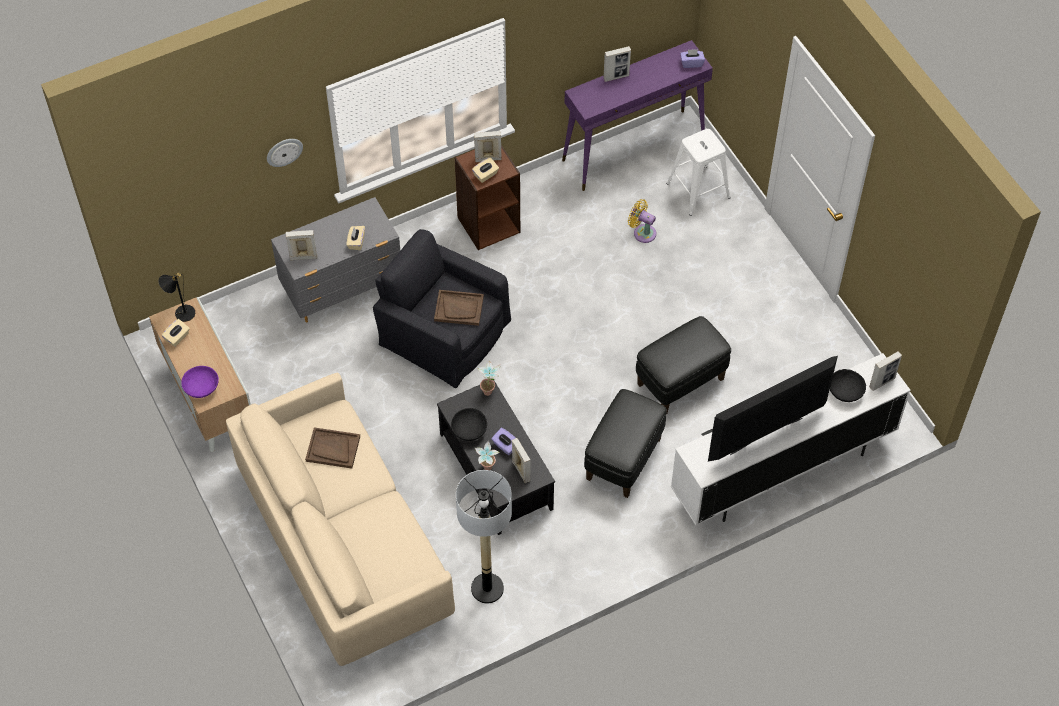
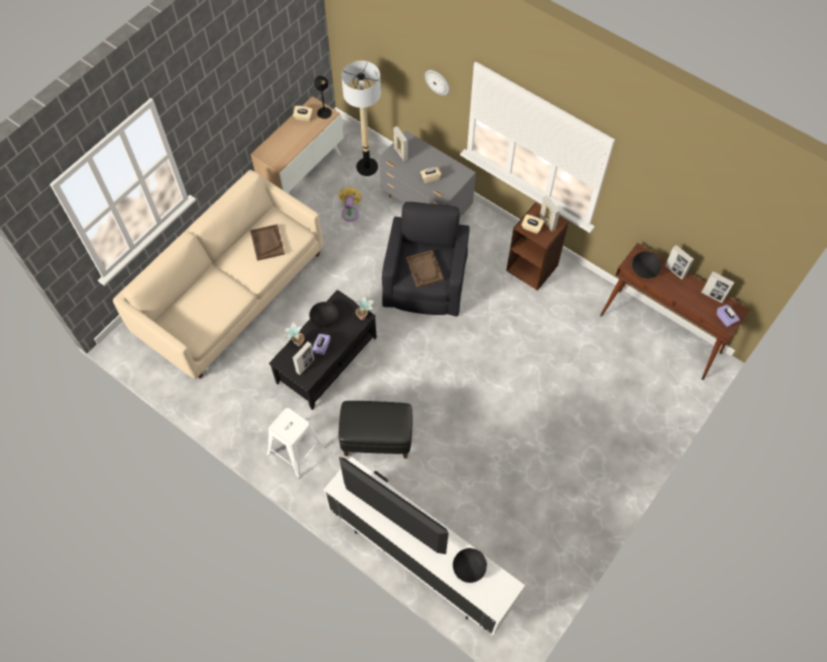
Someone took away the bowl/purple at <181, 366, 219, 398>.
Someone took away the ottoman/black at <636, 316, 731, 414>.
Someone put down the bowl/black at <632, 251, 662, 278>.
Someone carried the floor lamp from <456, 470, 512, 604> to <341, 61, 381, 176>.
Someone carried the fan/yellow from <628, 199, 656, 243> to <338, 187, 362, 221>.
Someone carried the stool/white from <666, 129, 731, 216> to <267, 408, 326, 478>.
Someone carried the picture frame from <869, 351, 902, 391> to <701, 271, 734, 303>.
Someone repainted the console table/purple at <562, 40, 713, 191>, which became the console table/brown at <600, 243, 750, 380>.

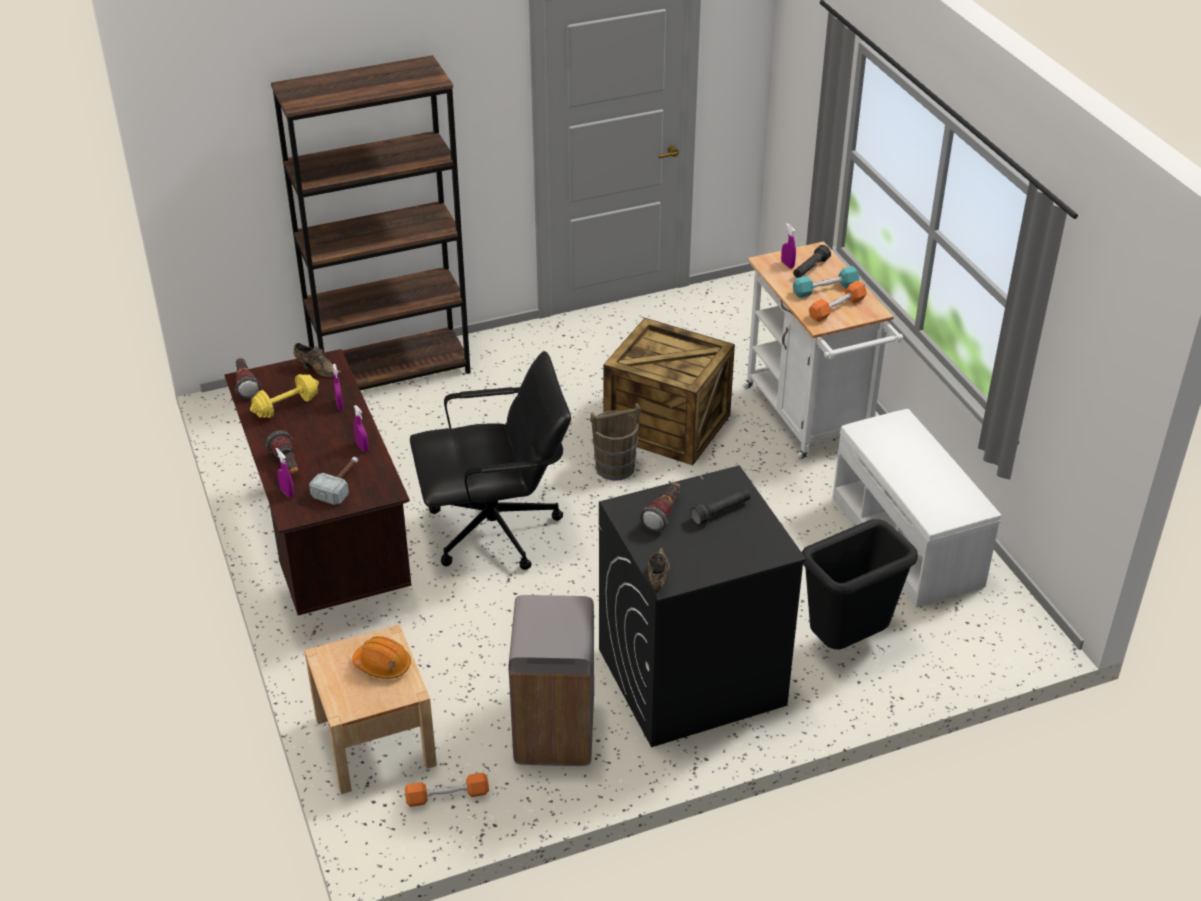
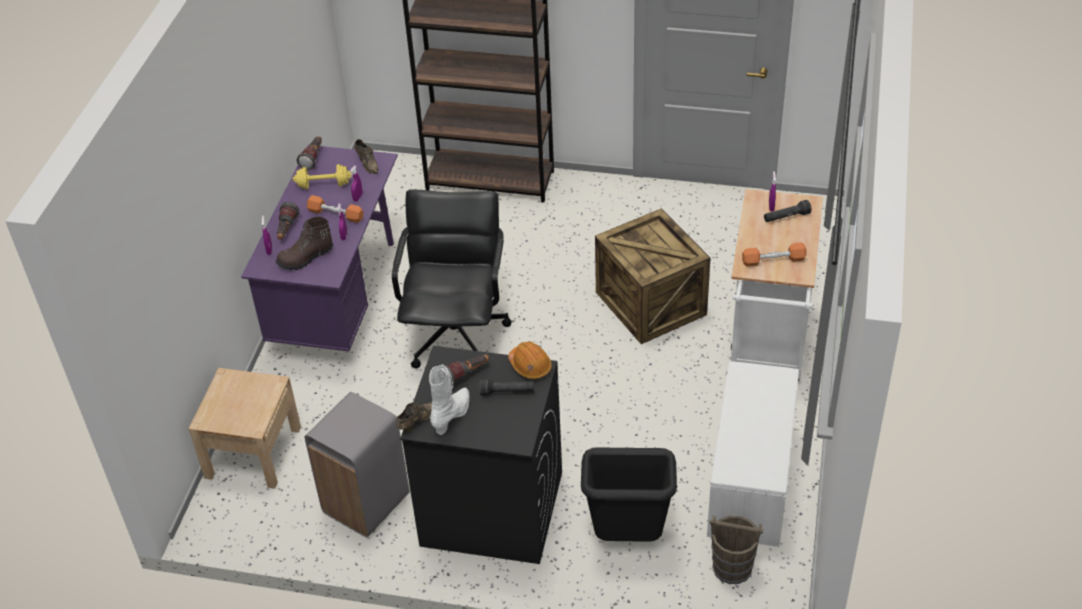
Someone took away the dumbbell/turquoise at <793, 266, 859, 298>.
Someone put down the boot/white at <429, 364, 469, 435>.
Someone carried the hard hat/orange from <352, 636, 411, 679> to <508, 341, 552, 379>.
Someone carried the dumbbell/orange from <405, 773, 489, 807> to <307, 195, 364, 223>.
Someone carried the bucket/brown from <590, 403, 641, 481> to <710, 515, 763, 584>.
Someone swapped the hammer at <309, 457, 358, 505> for the boot/brown at <276, 217, 333, 271>.
Someone repainted the desk/brown at <224, 349, 412, 615>, which became the desk/purple at <241, 145, 398, 352>.
Someone rotated the office chair/black at <410, 351, 571, 570> by 105 degrees counterclockwise.

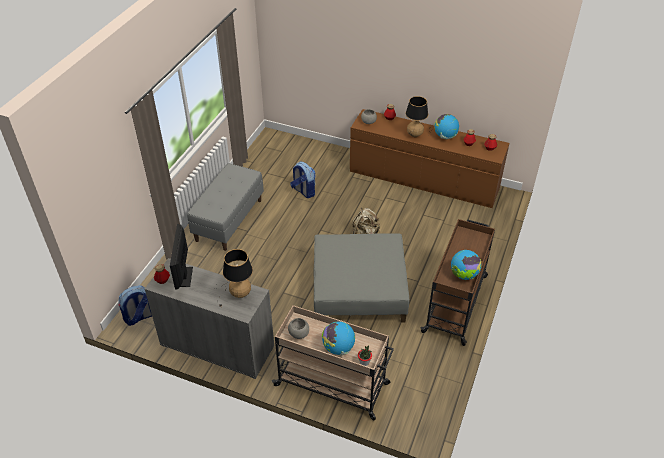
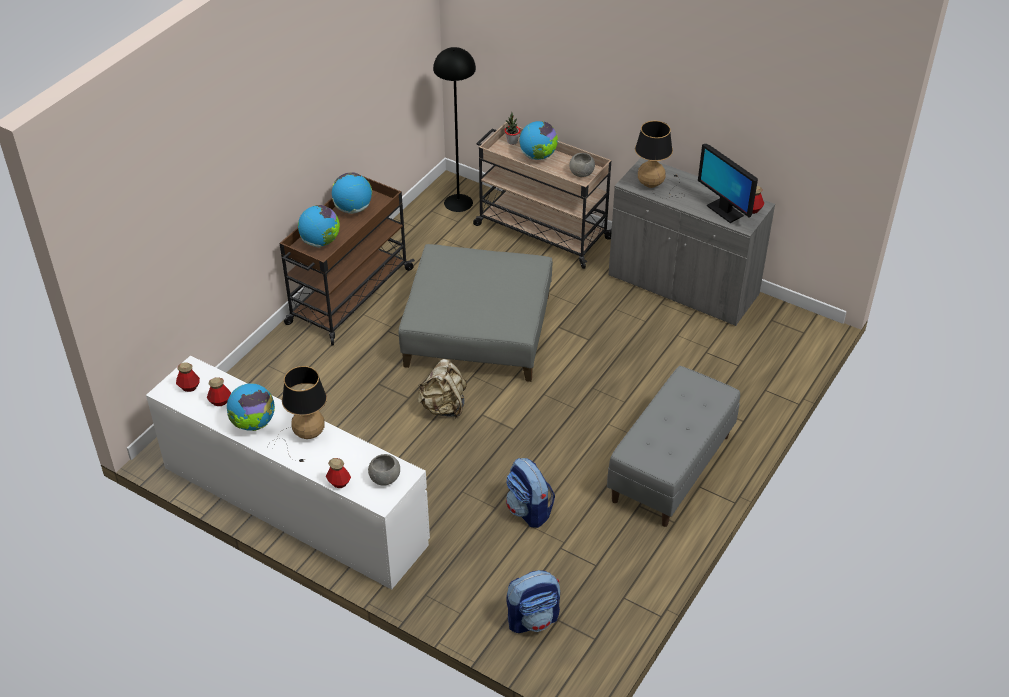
Someone put down the globe at <298, 205, 340, 248>.
Someone put down the floor lamp/black at <433, 47, 476, 212>.
Someone carried the backpack from <118, 285, 152, 326> to <506, 570, 560, 633>.
Someone repainted the dresser/brown at <350, 109, 509, 208>, which became the dresser/white at <146, 355, 430, 590>.
Someone rotated the monitor at <170, 224, 193, 289> by 135 degrees clockwise.

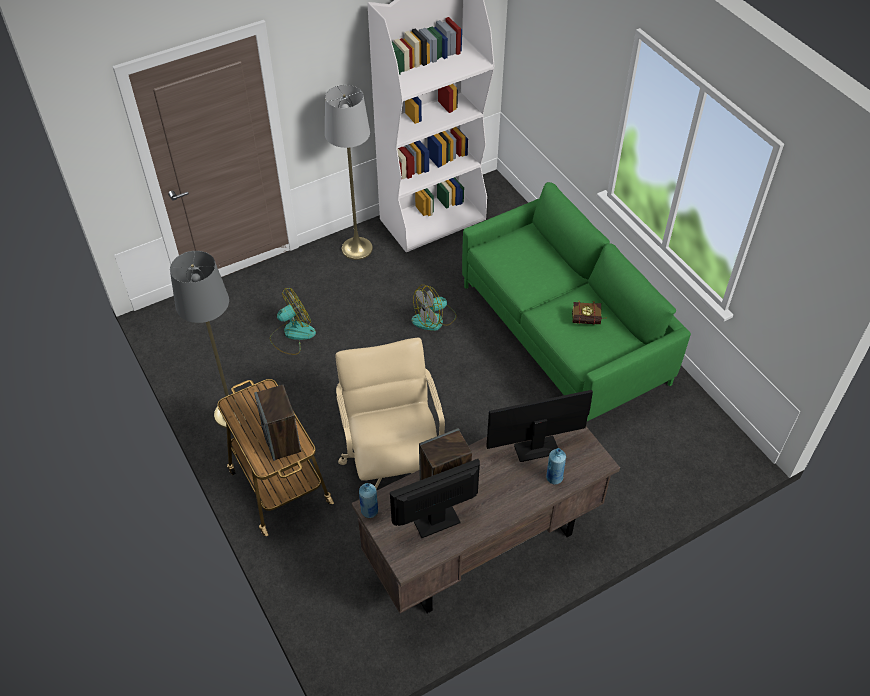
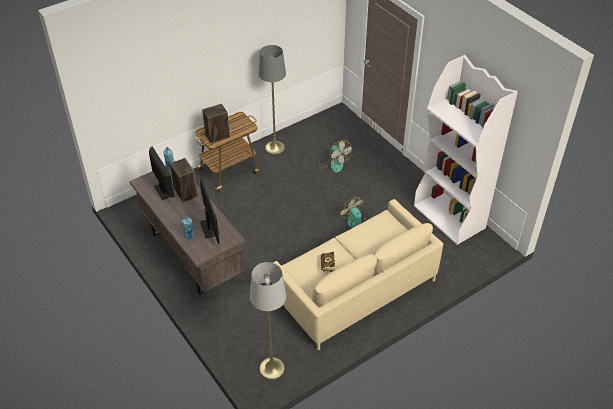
Someone took away the office chair/beige at <336, 337, 445, 490>.
Someone carried the floor lamp/grey from <325, 85, 373, 260> to <250, 262, 286, 380>.
Someone repainted the sofa/green at <462, 182, 691, 421>, which became the sofa/beige at <272, 199, 443, 350>.

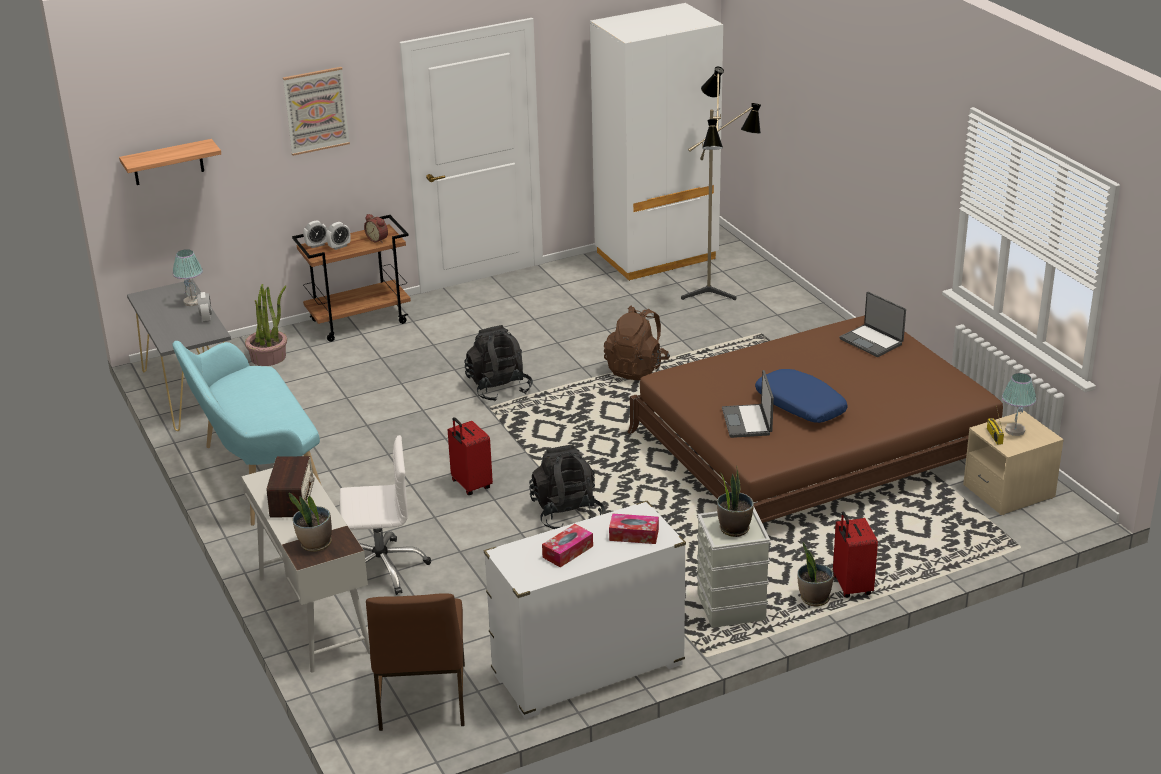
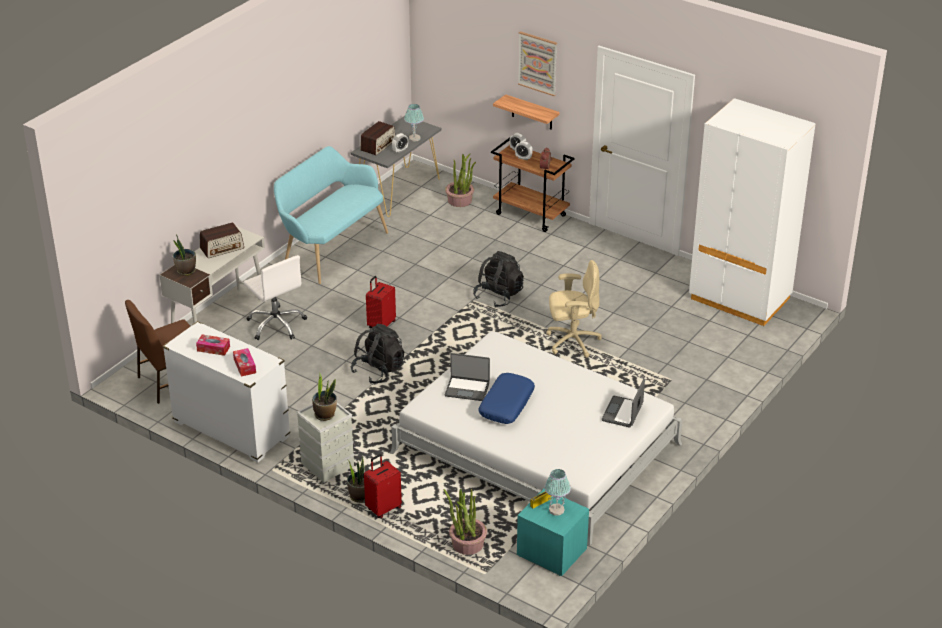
Someone took away the floor lamp at <681, 67, 761, 300>.
Someone put down the radio at <360, 121, 395, 155>.
Someone put down the potted plant at <444, 489, 487, 555>.
Someone carried the shelf from <119, 139, 221, 185> to <493, 94, 560, 130>.
Someone swapped the backpack/brown at <604, 306, 670, 380> for the office chair/beige at <546, 260, 602, 358>.
Someone repainted the bed/brown at <628, 316, 1003, 523>, which became the bed/white at <390, 331, 682, 546>.
Someone repainted the nightstand/beige at <963, 411, 1064, 515>, which became the nightstand/turquoise at <517, 489, 589, 576>.
Someone rotated the laptop at <722, 370, 774, 438> by 135 degrees counterclockwise.

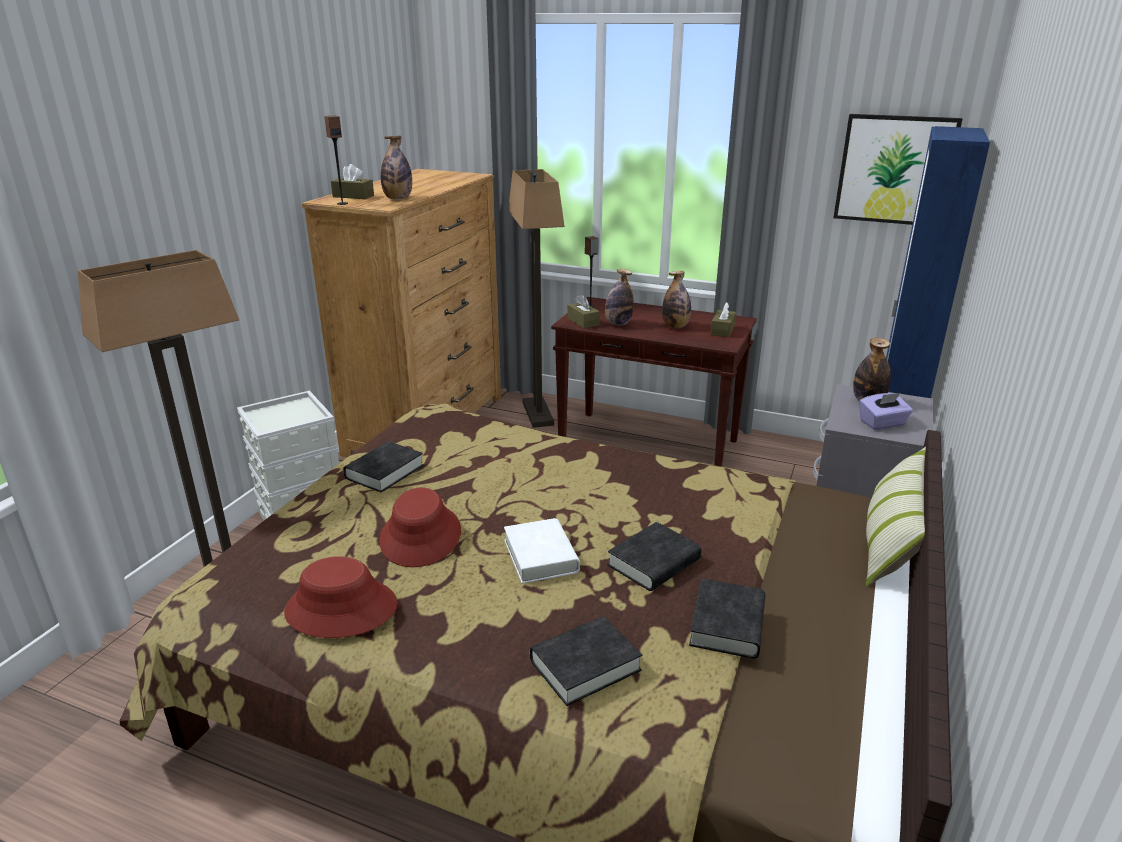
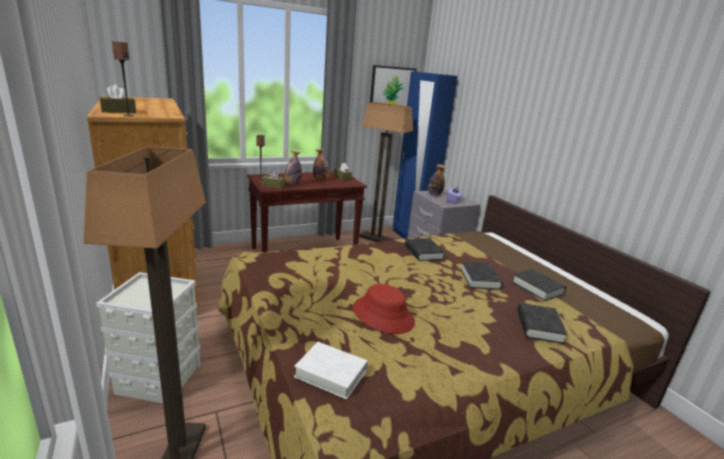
Someone took away the hat/red at <284, 556, 397, 638>.
Someone took away the bottle at <381, 136, 412, 199>.
Someone took away the pillow at <866, 447, 926, 587>.
Someone carried the book/black from <343, 441, 424, 493> to <405, 238, 445, 261>.
Someone carried the book/white from <504, 518, 580, 584> to <294, 342, 368, 399>.
Someone carried the floor lamp from <508, 169, 565, 428> to <359, 102, 413, 242>.

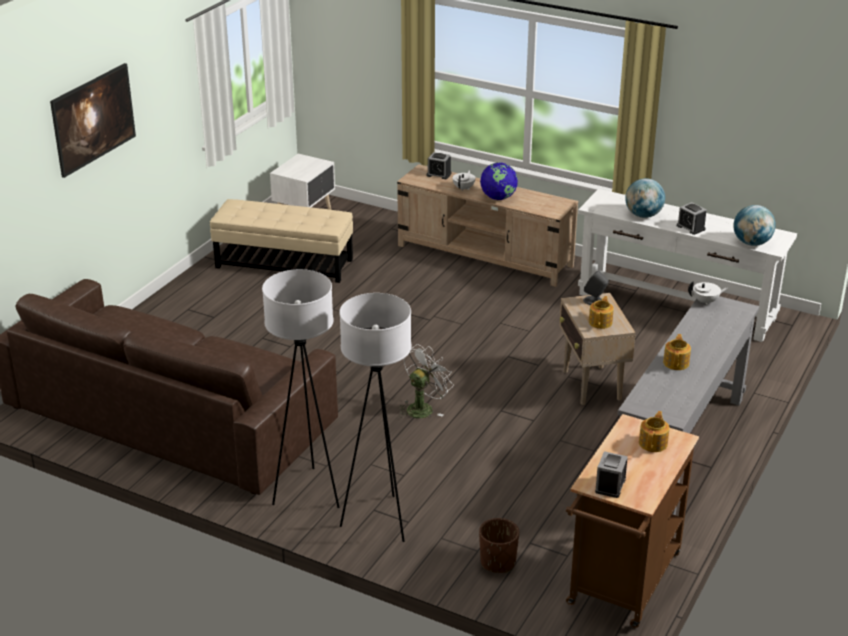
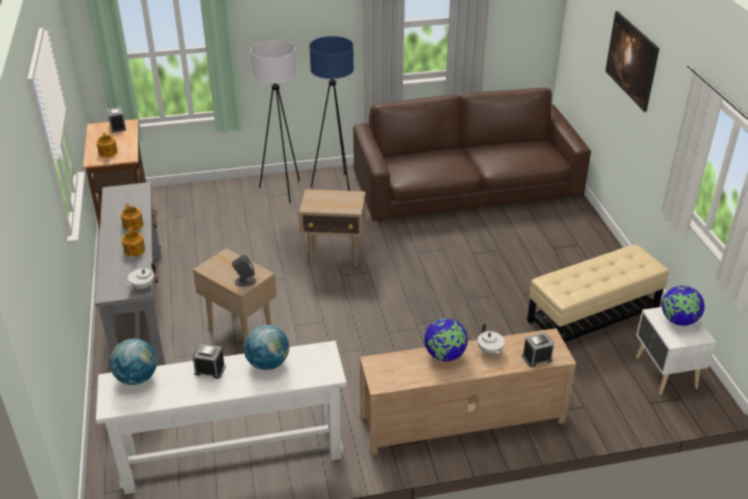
Someone took away the planter/brown at <479, 518, 519, 573>.
Someone put down the globe at <662, 285, 704, 326>.
Someone carried the teapot from <589, 296, 614, 329> to <122, 227, 145, 257>.
Someone swapped the fan/white at <399, 344, 454, 418> for the side table/beige at <299, 189, 366, 266>.
Someone repainted the floor lamp/white at <262, 269, 339, 508>, which became the floor lamp/blue at <309, 36, 354, 191>.

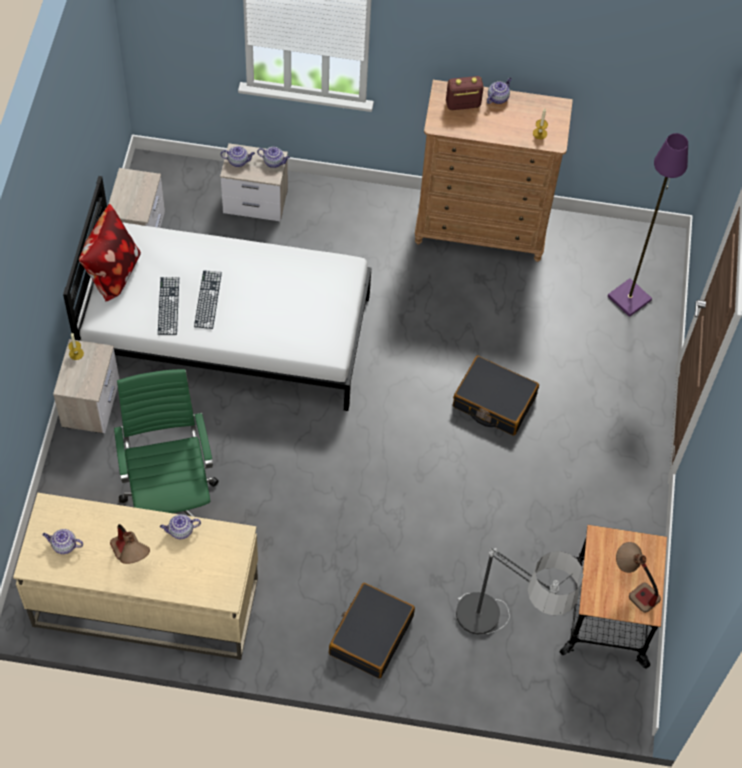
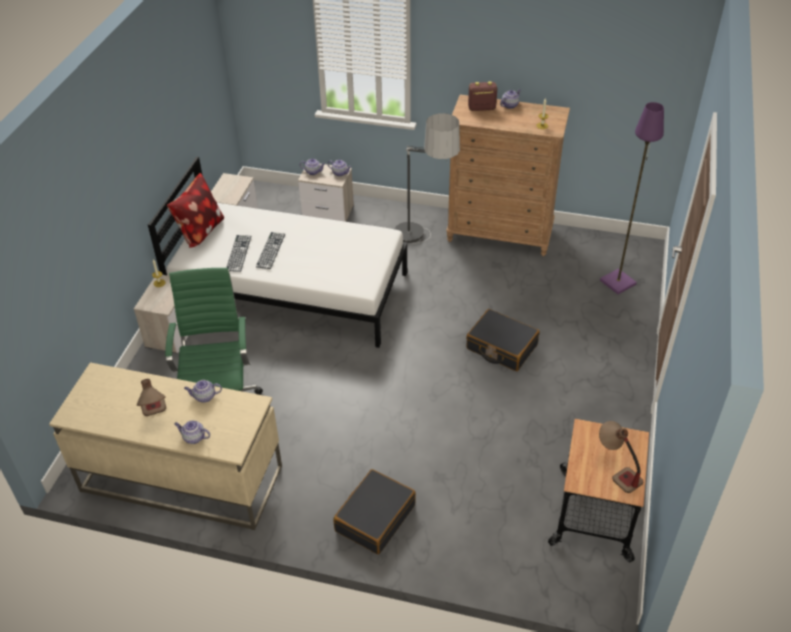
Someone carried the teapot from <42, 529, 83, 554> to <174, 420, 210, 444>.
Someone carried the floor lamp from <456, 547, 583, 635> to <395, 113, 460, 244>.

